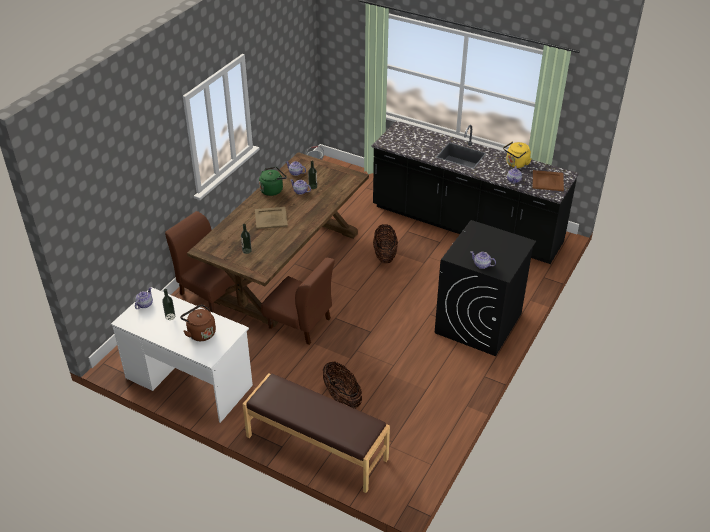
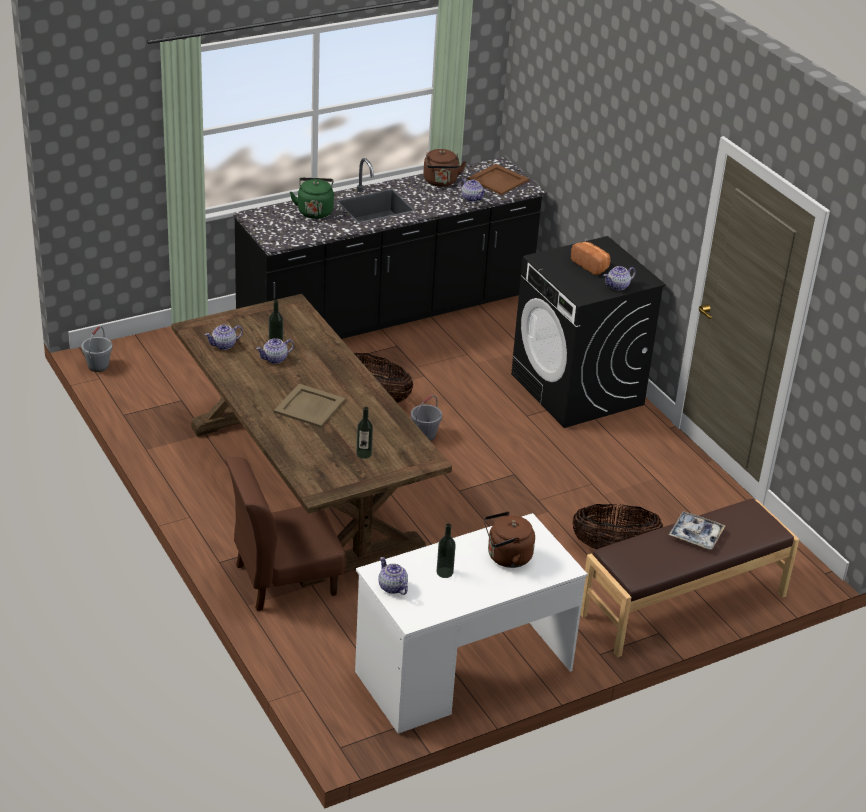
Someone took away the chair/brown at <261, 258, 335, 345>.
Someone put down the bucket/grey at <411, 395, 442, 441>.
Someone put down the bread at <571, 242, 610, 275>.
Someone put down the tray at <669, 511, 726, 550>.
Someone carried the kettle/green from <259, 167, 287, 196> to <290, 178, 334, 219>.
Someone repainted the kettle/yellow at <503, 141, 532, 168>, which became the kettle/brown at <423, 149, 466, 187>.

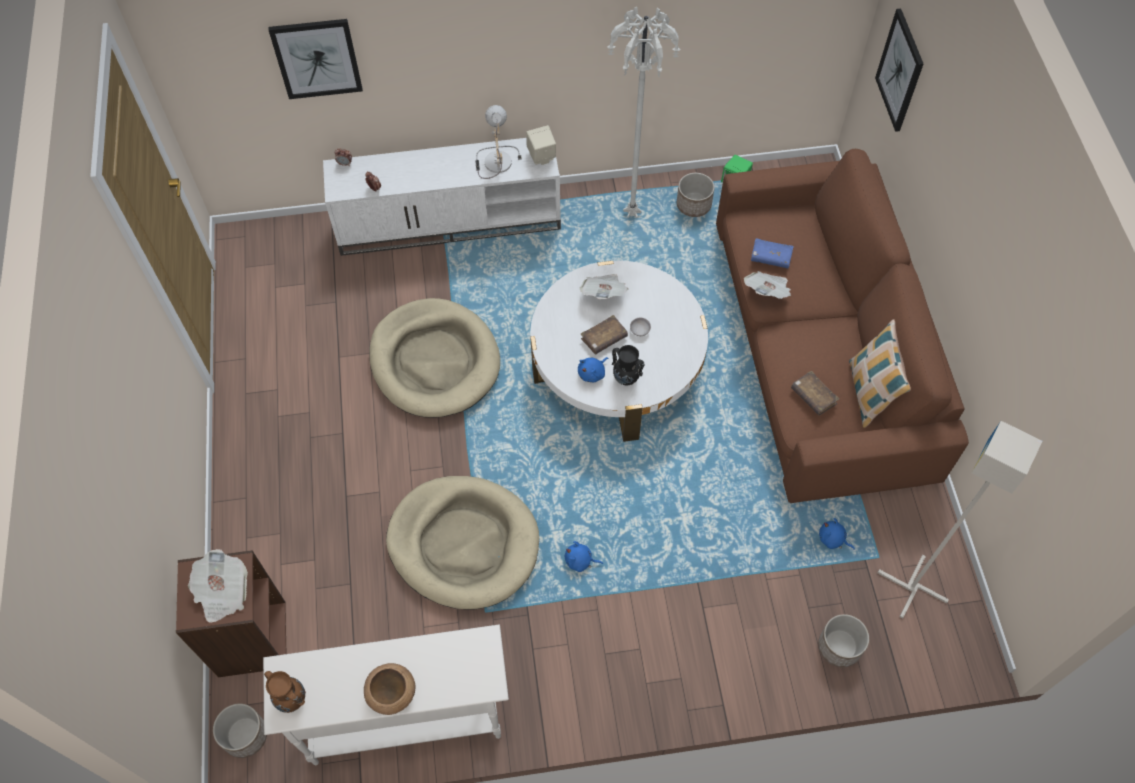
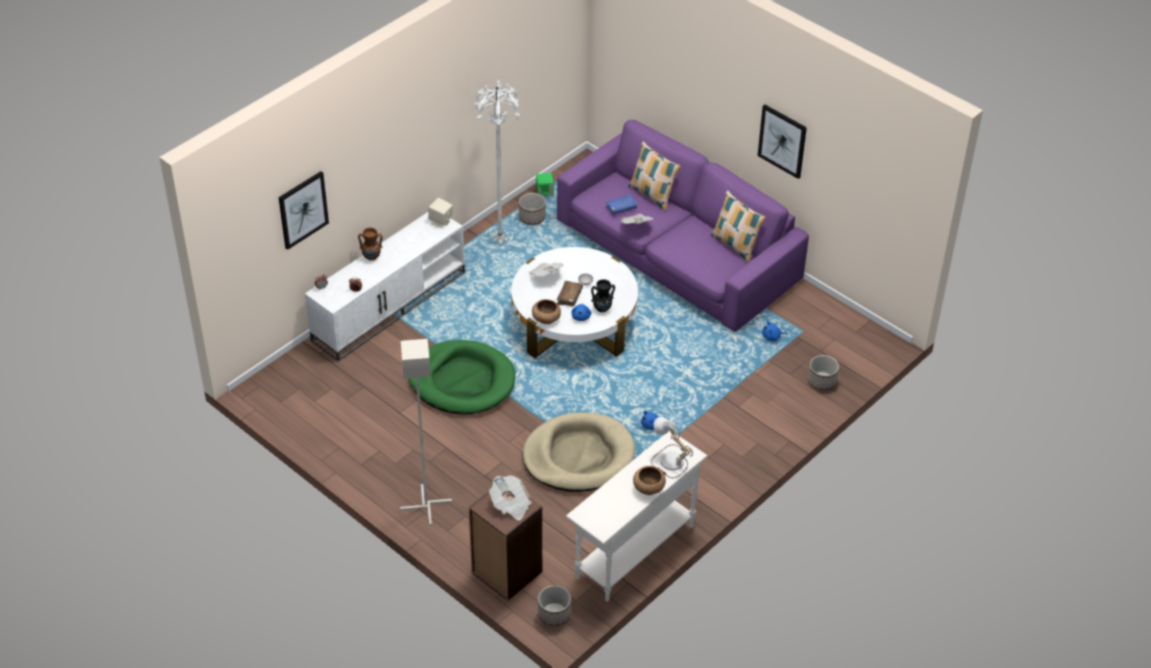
Someone took away the book/brown at <791, 371, 839, 416>.
Someone put down the bowl/brown at <532, 299, 561, 324>.
Someone put down the pillow at <628, 142, 680, 211>.
Someone carried the vase/brown from <264, 671, 306, 713> to <358, 228, 383, 261>.
Someone carried the table lamp from <475, 105, 522, 179> to <651, 417, 693, 478>.
Someone carried the picture from <875, 9, 924, 132> to <758, 104, 807, 179>.
Someone carried the floor lamp/grey from <878, 421, 1042, 619> to <400, 339, 452, 525>.
Someone repainted the dog bed/beige at <369, 298, 500, 418>, which became the dog bed/green at <408, 340, 515, 415>.
Someone repainted the sofa/brown at <716, 149, 969, 503>, which became the sofa/purple at <557, 120, 809, 332>.

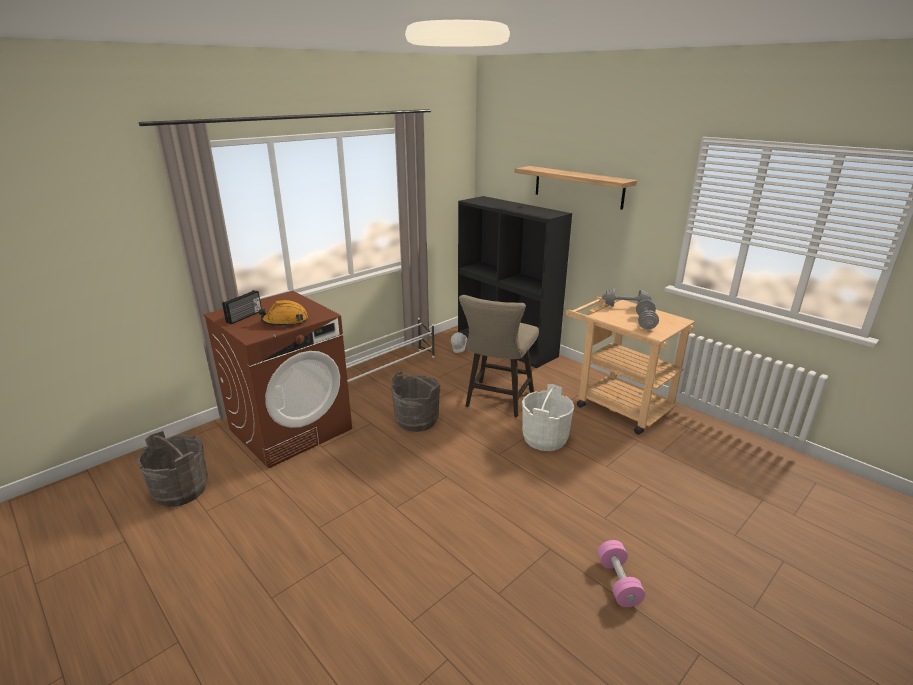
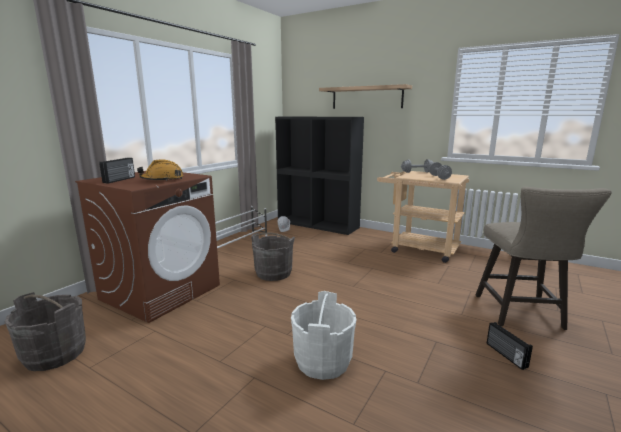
Someone carried the stool/beige from <459, 295, 539, 417> to <475, 187, 612, 330>.
Someone carried the bucket/white from <522, 384, 574, 451> to <291, 291, 356, 380>.
Someone swapped the dumbbell/pink at <597, 540, 645, 607> for the radio at <487, 322, 533, 370>.

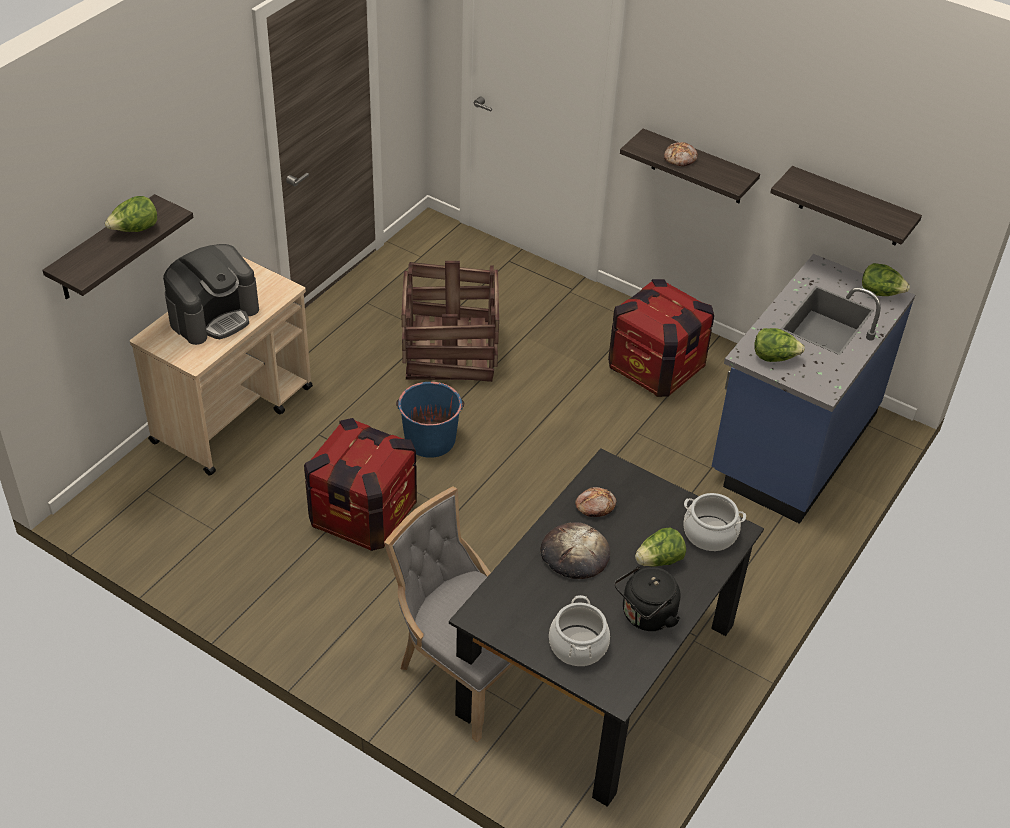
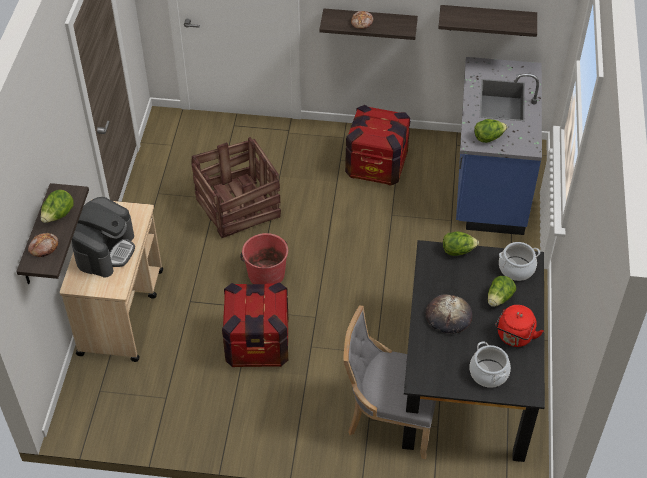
Someone carried the bread from <575, 487, 617, 517> to <28, 233, 58, 257>.
Someone carried the lettuce from <862, 263, 910, 296> to <443, 231, 479, 256>.
Someone repainted the bucket/blue at <396, 382, 464, 458>, which became the bucket/red at <240, 233, 288, 284>.
Someone repainted the kettle/black at <615, 566, 681, 631>, which became the kettle/red at <495, 305, 544, 347>.

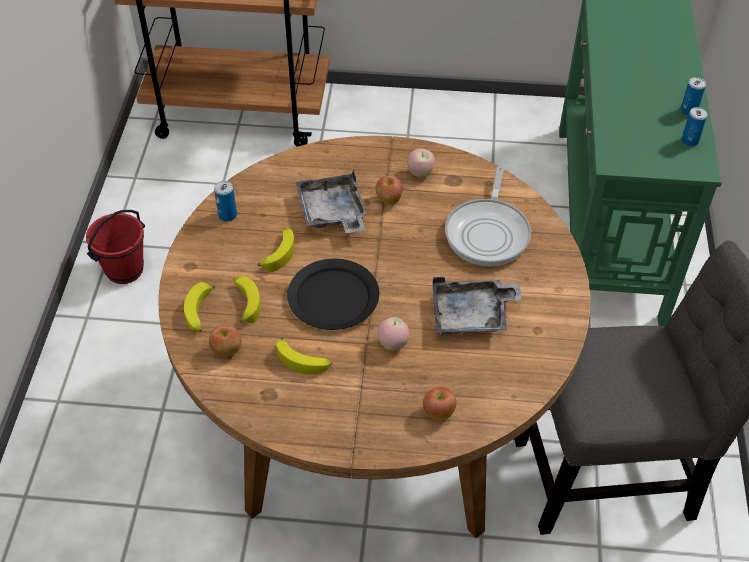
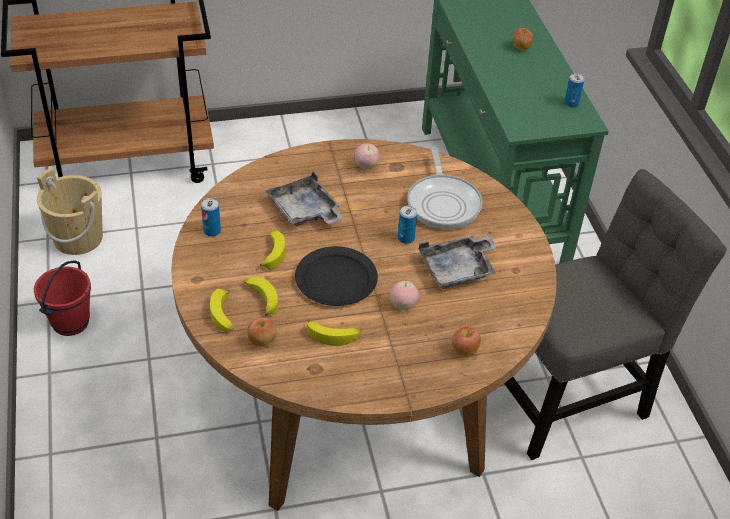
Someone put down the bucket/beige at <37, 167, 103, 255>.
Someone carried the apple from <376, 175, 403, 205> to <512, 28, 533, 51>.
Someone carried the can from <681, 77, 706, 116> to <398, 206, 417, 244>.

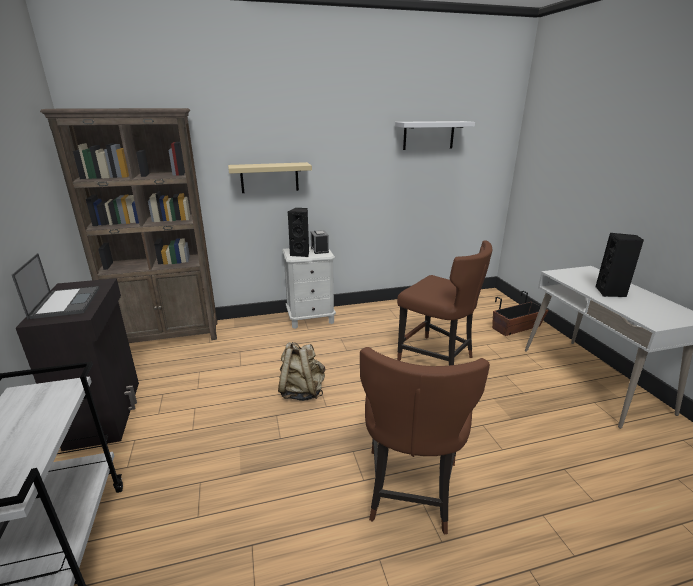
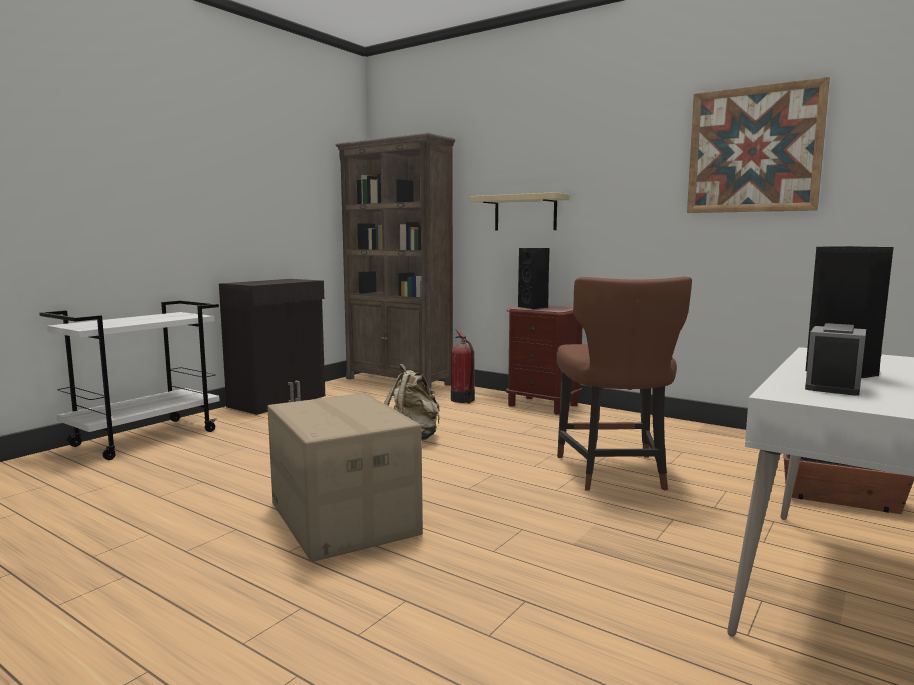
Someone took away the laptop at <12, 253, 100, 319>.
Someone put down the fire extinguisher at <451, 329, 475, 404>.
Someone carried the alarm clock from <311, 230, 329, 254> to <805, 323, 866, 396>.
Someone swapped the chair/brown at <360, 347, 490, 535> for the cardboard box at <267, 393, 423, 562>.
Someone swapped the shelf/white at <395, 121, 475, 150> for the picture at <687, 77, 830, 213>.
Someone repainted the nightstand/white at <282, 247, 336, 329>, which became the nightstand/brown at <506, 305, 582, 415>.

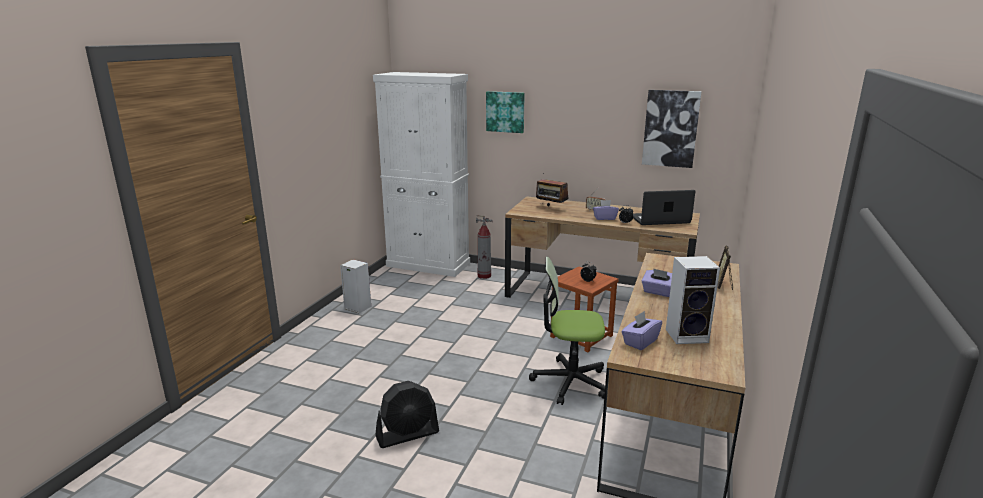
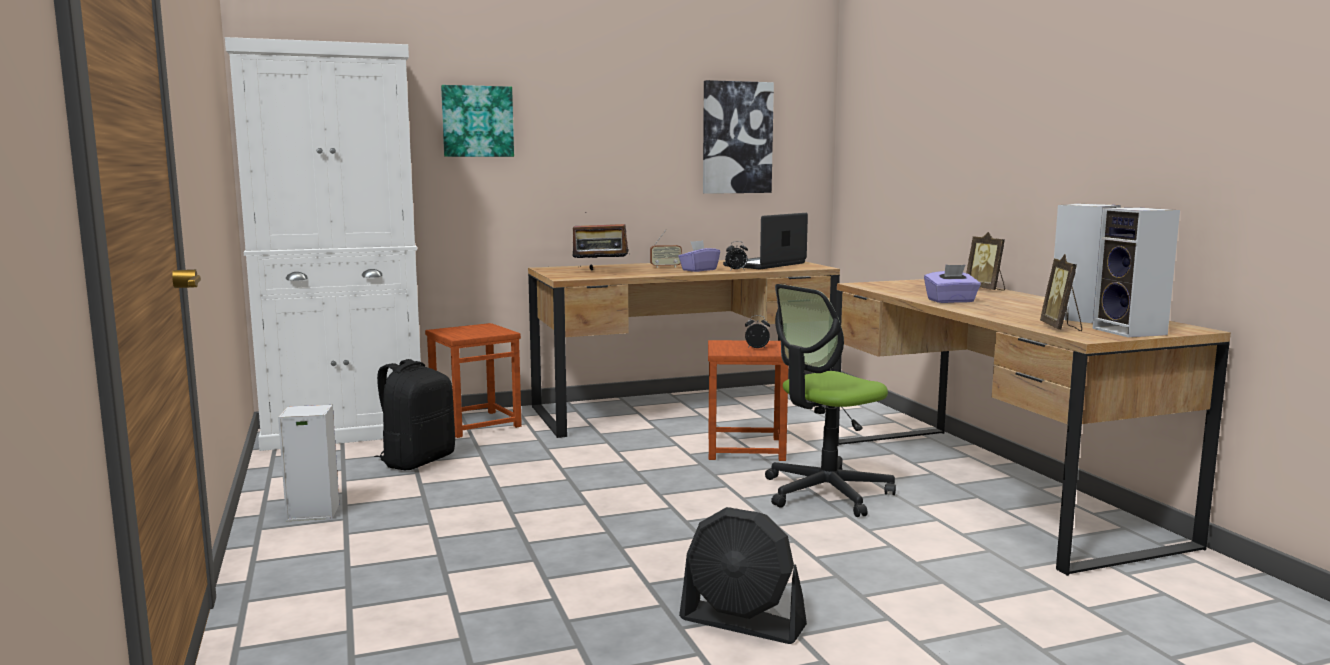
Someone put down the backpack/black at <374, 359, 455, 471>.
Someone put down the speaker at <1092, 207, 1180, 338>.
Someone swapped the fire extinguisher at <476, 215, 492, 279> for the stool/brown at <425, 323, 522, 438>.
Someone swapped the tissue box/purple at <622, 311, 662, 350> for the picture frame at <1040, 254, 1082, 331>.
Someone rotated the fan/black at <375, 381, 439, 448> by 90 degrees clockwise.

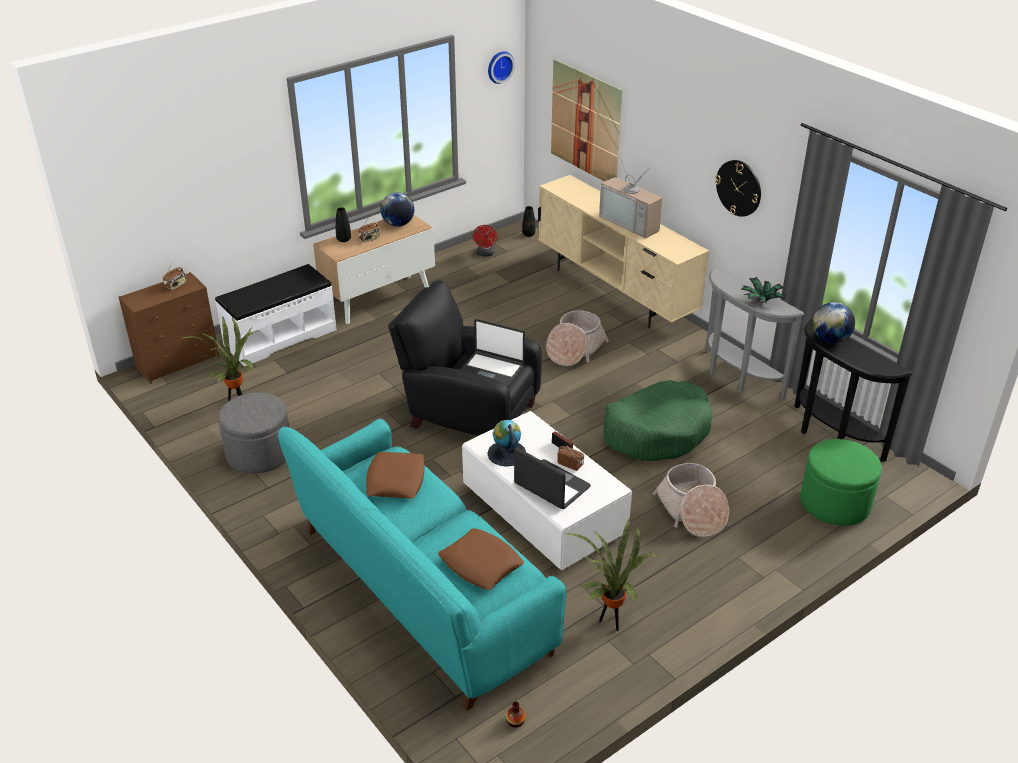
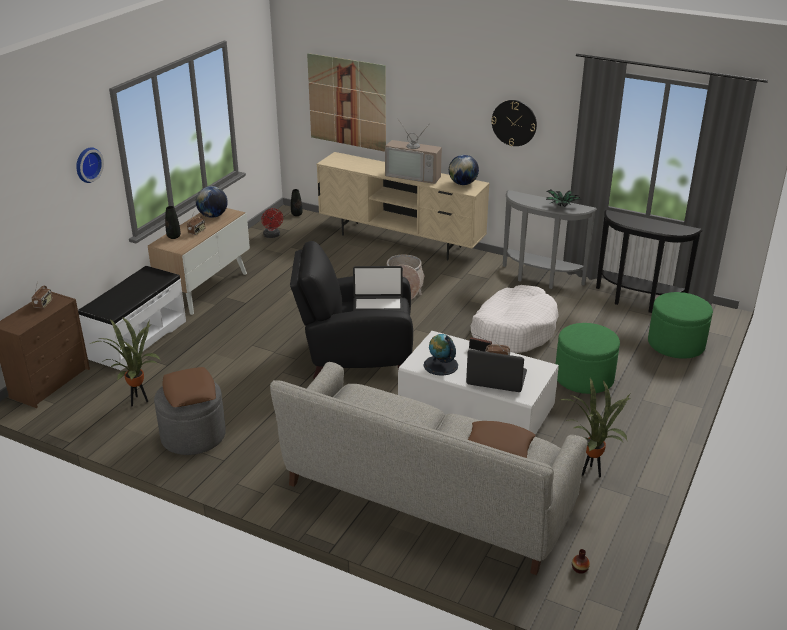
Someone carried the pillow/brown from <366, 452, 424, 499> to <163, 367, 216, 407>.
Someone carried the wall clock from <488, 51, 515, 84> to <76, 147, 104, 183>.
Someone carried the globe from <812, 302, 855, 344> to <449, 155, 479, 185>.
Someone swapped the basket at <653, 463, 729, 537> for the ottoman/green at <556, 323, 620, 394>.
Someone repainted the sofa/turquoise at <278, 419, 566, 711>, which became the sofa/grey at <270, 362, 588, 575>.
Someone repainted the dog bed/green at <603, 380, 713, 461>, which became the dog bed/white at <471, 285, 559, 353>.

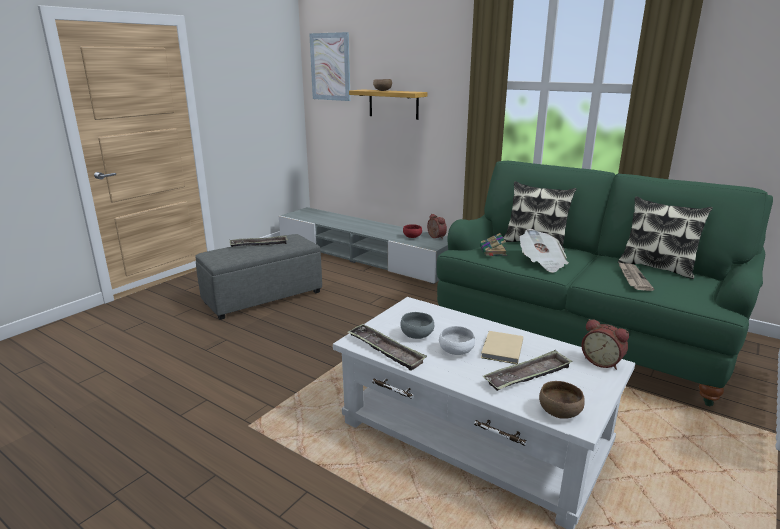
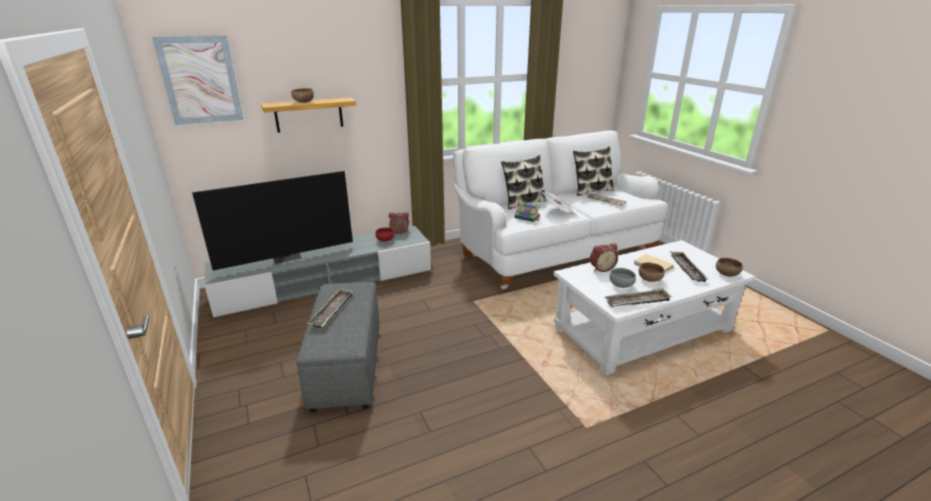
Someone put down the television at <192, 171, 353, 271>.
Someone carried the alarm clock from <581, 319, 629, 370> to <590, 243, 618, 272>.
Someone repainted the sofa/green at <437, 161, 773, 406>, which became the sofa/white at <453, 131, 668, 289>.
Someone repainted the bowl/white at <439, 326, 475, 355>, which became the bowl/brown at <639, 262, 665, 282>.

